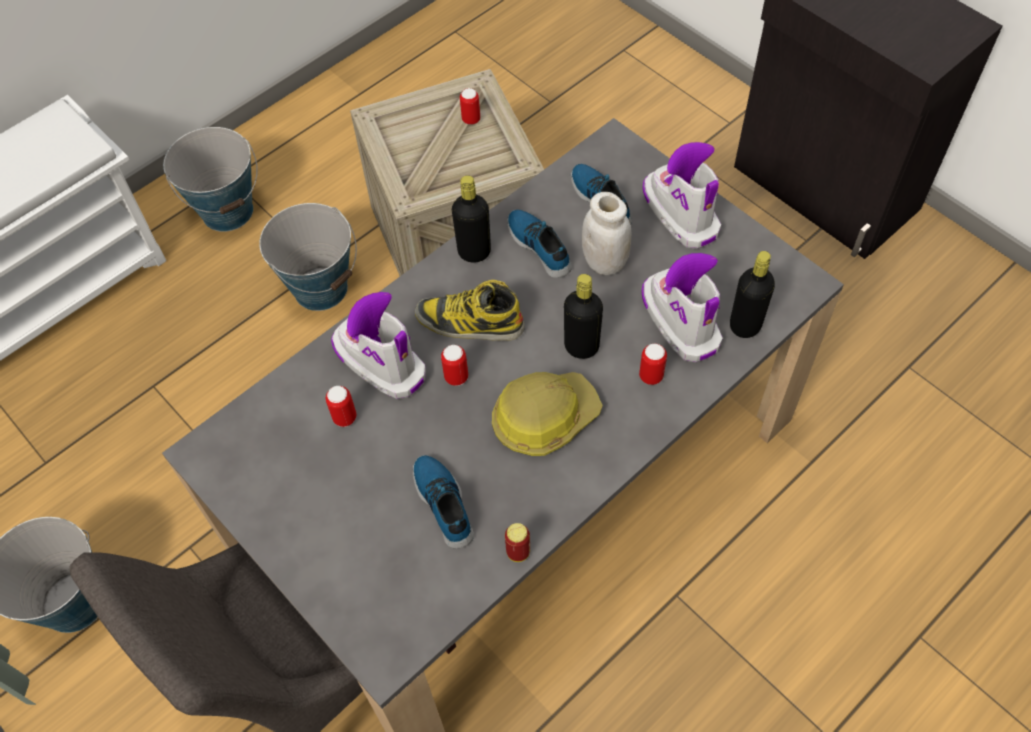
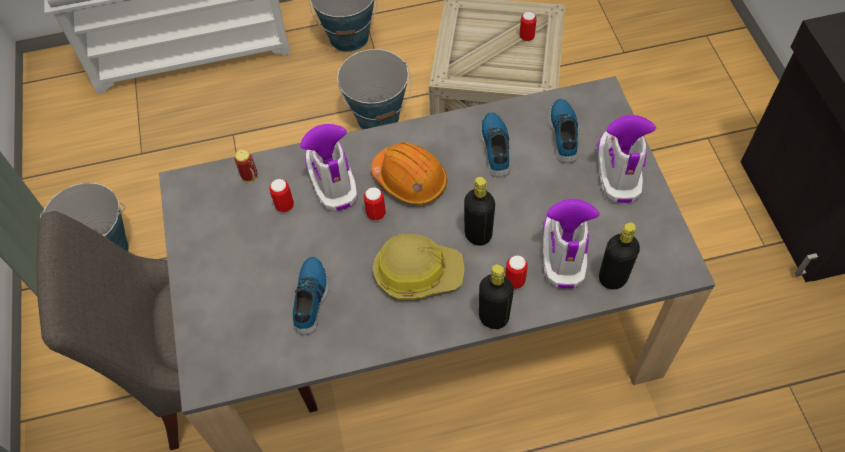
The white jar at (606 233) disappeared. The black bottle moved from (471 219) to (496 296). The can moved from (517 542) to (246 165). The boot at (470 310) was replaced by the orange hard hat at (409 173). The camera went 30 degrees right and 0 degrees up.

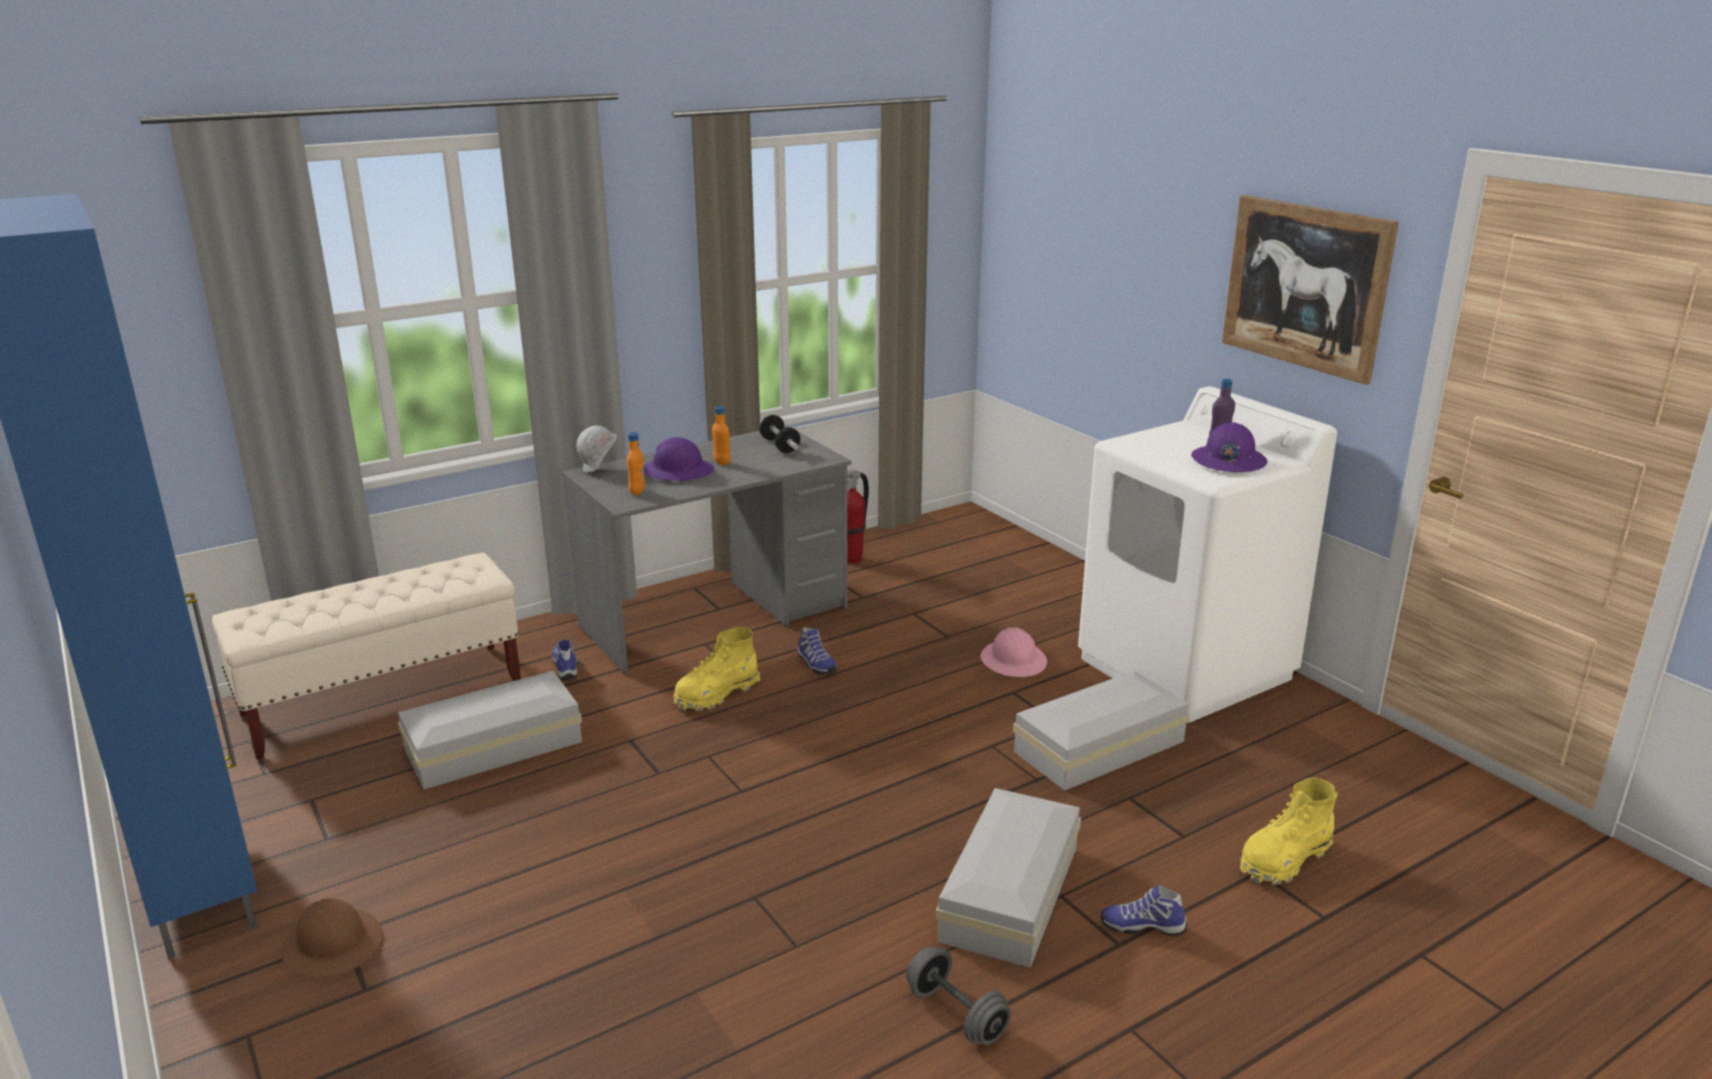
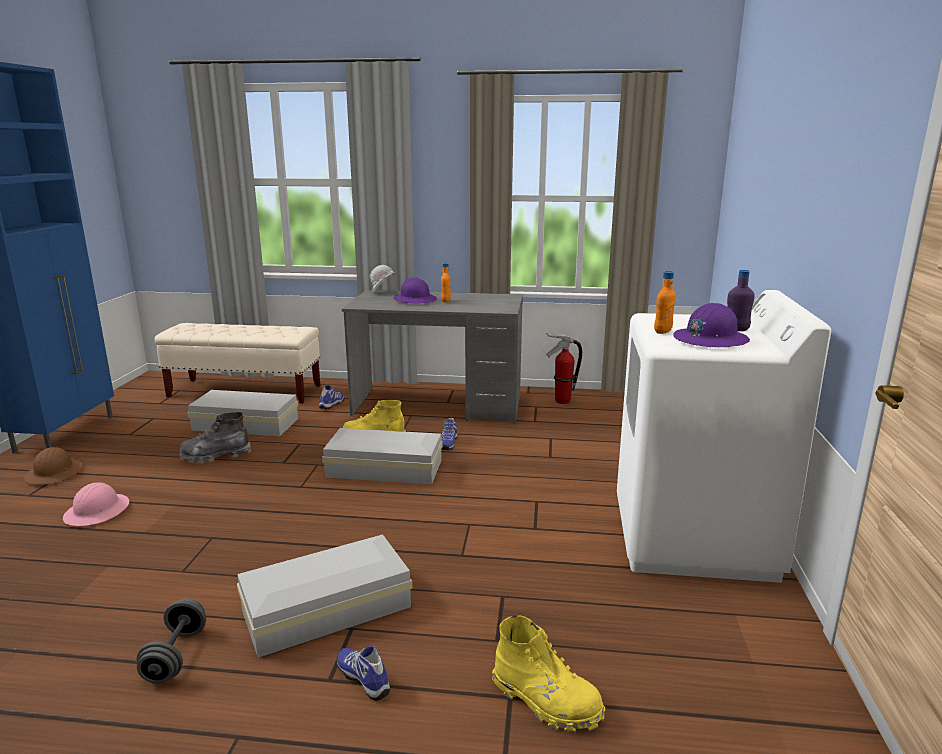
The dumbbell at (779 434) disappeared. The picture at (1310 290) disappeared. The grey boot at (215 437) appeared. The orange bottle moved from (636 463) to (665 302). The pink hard hat moved from (1013 652) to (96 504). The white storage box moved from (1101 731) to (382 456). The yellow boot at (1289 831) turned 150 degrees counterclockwise. The camera went 40 degrees right and 5 degrees down.

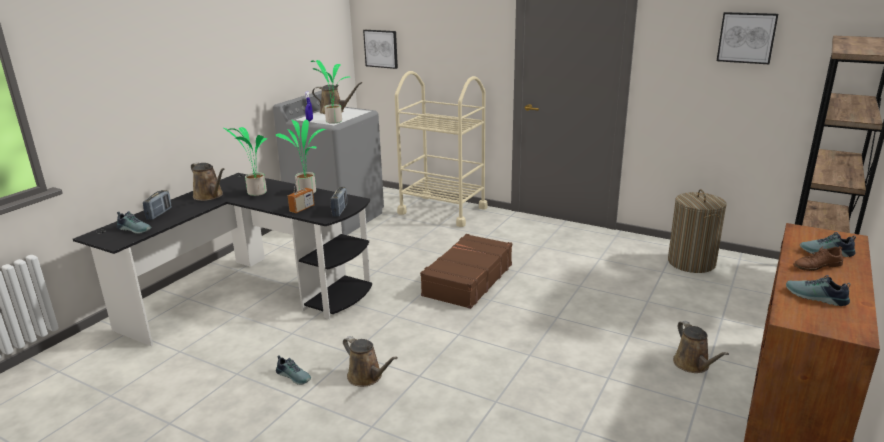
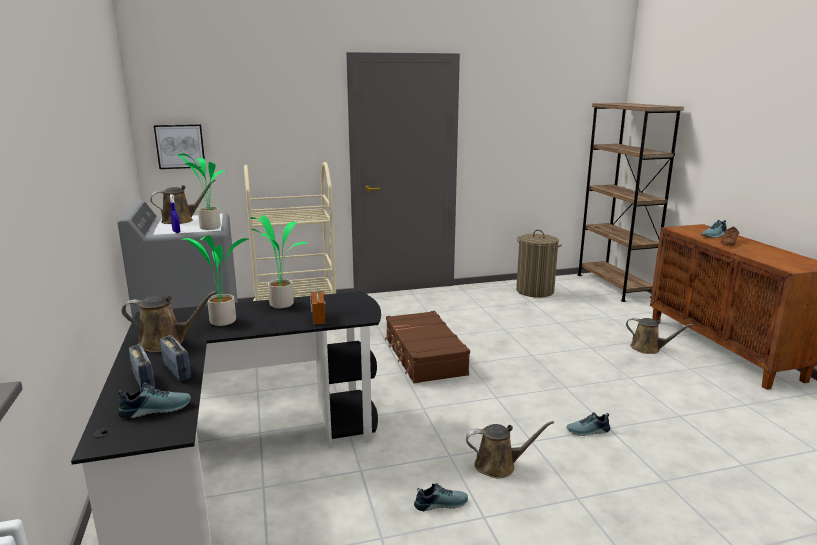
The picture at (747 38) disappeared. The radio moved from (339 202) to (175 358). The shoe moved from (818 290) to (588 424). The camera went 45 degrees left and 5 degrees down.

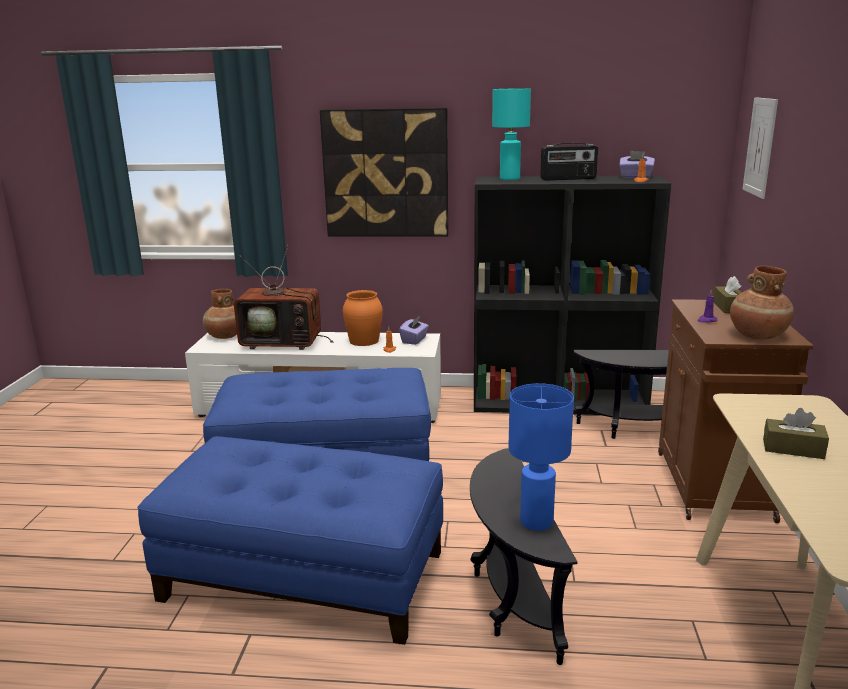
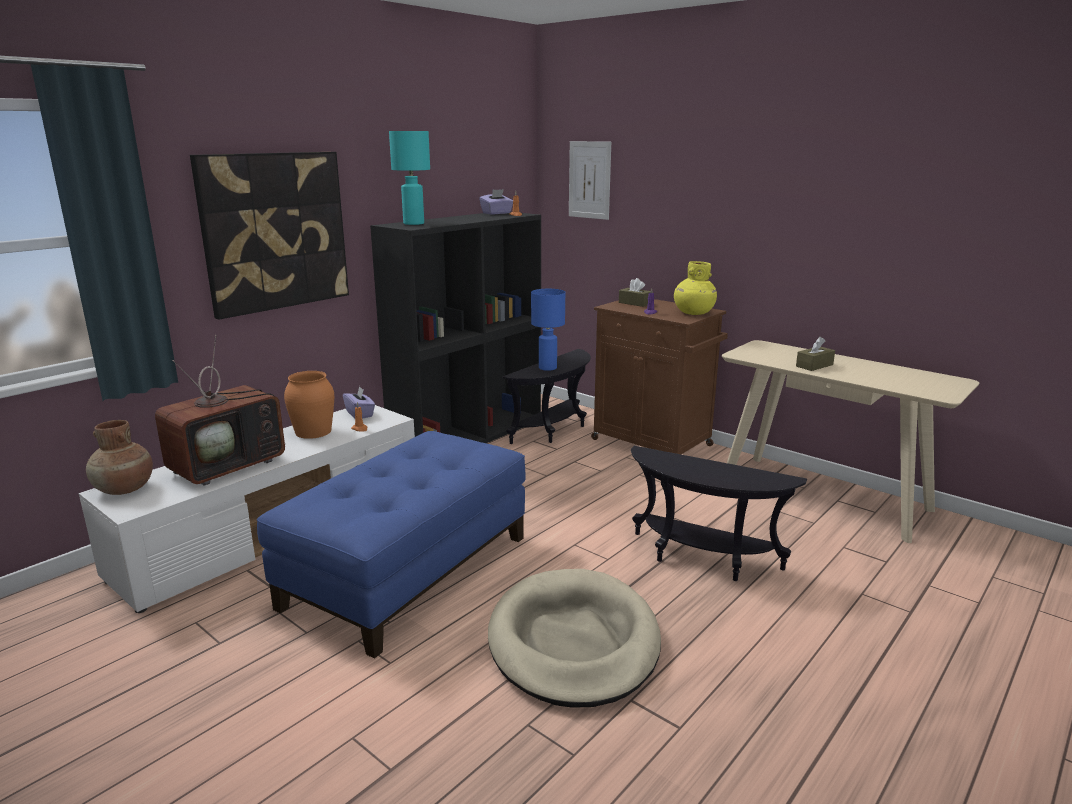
The radio at (569 162) disappeared. The blue table lamp moved from (541 457) to (548 330). The blue ottoman at (290 540) was replaced by the beige dog bed at (574 638). The brown vase at (762 302) became the yellow vase at (695 288). The camera went 55 degrees left and 0 degrees up.

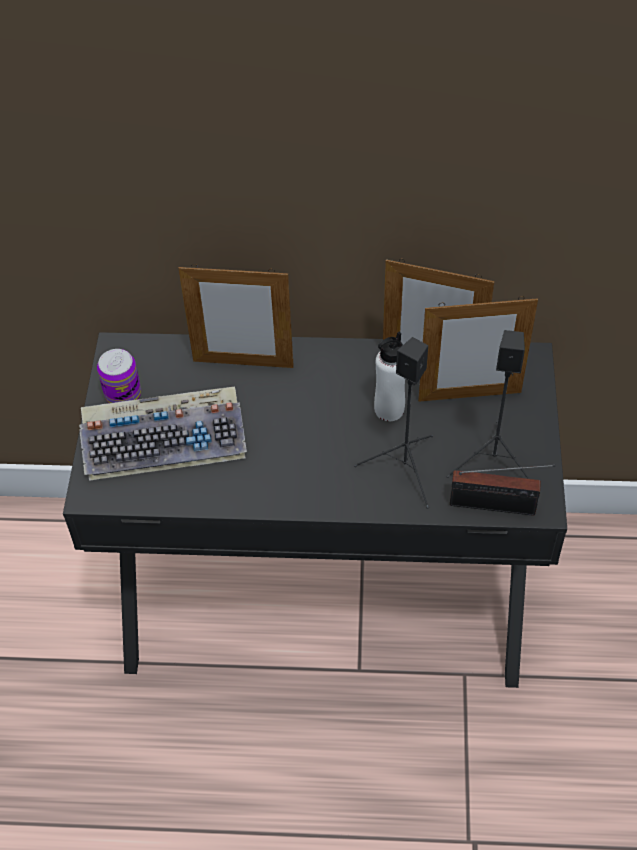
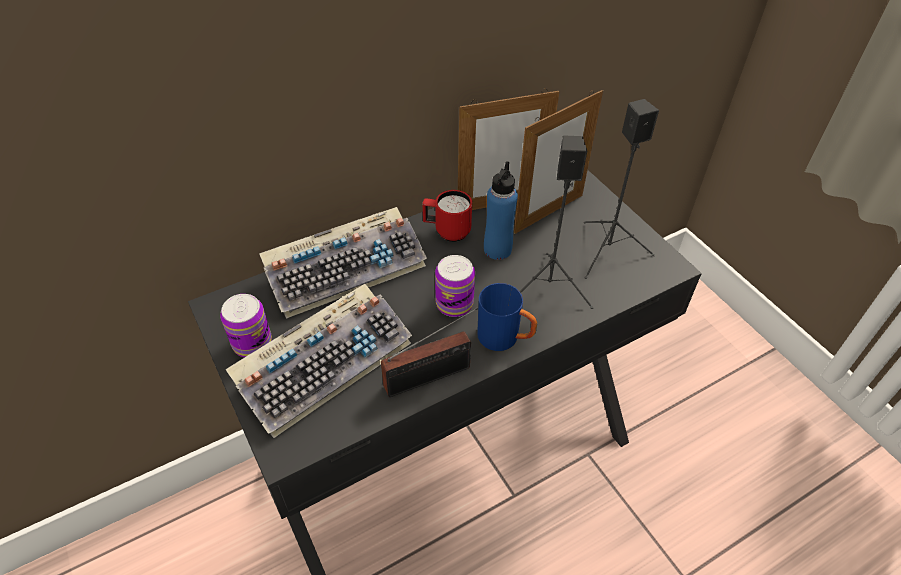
The red mug at (447 216) appeared. The can at (455 286) appeared. The blue mug at (507 317) appeared. The radio moved from (503 490) to (429 352). The picture frame at (236 316) was replaced by the keyboard at (343 263). The white bottle at (389 376) became the blue bottle at (501 210). The camera went 35 degrees left and 5 degrees down.

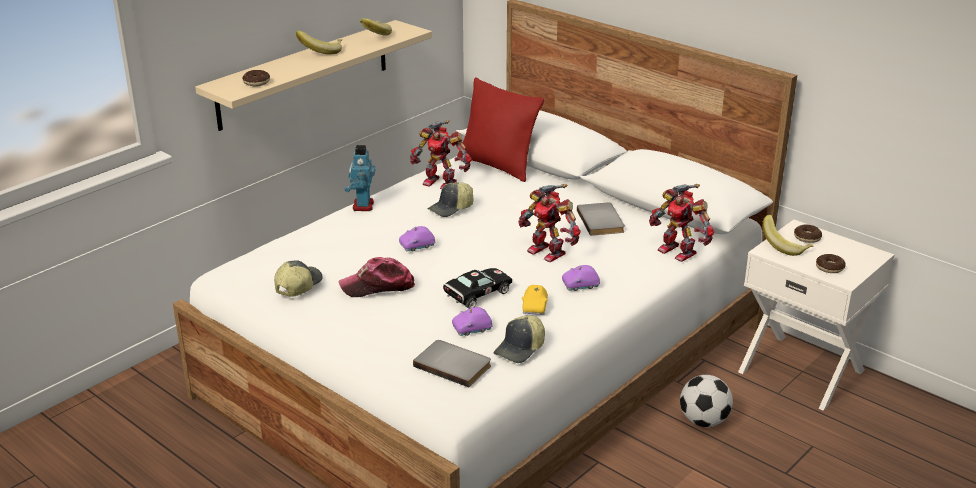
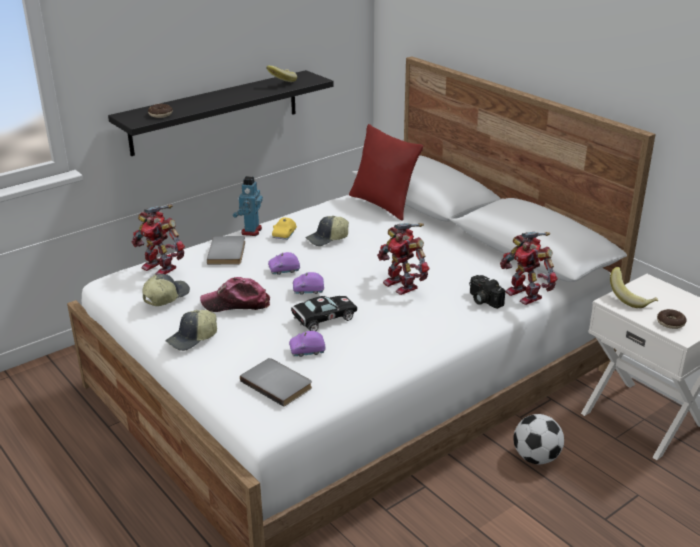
The banana at (319 42) disappeared. The donut at (808 234) disappeared. The photo camera at (487 292) appeared. The toy robot moved from (441 154) to (158 239). The cap moved from (519 339) to (191 330). The yellow toy car moved from (535 300) to (284 228). The purple toy car moved from (581 278) to (308 283). The grey book moved from (601 219) to (226 250). The beige shelf at (313 75) became the black shelf at (221 113). The camera went 10 degrees right and 0 degrees up.

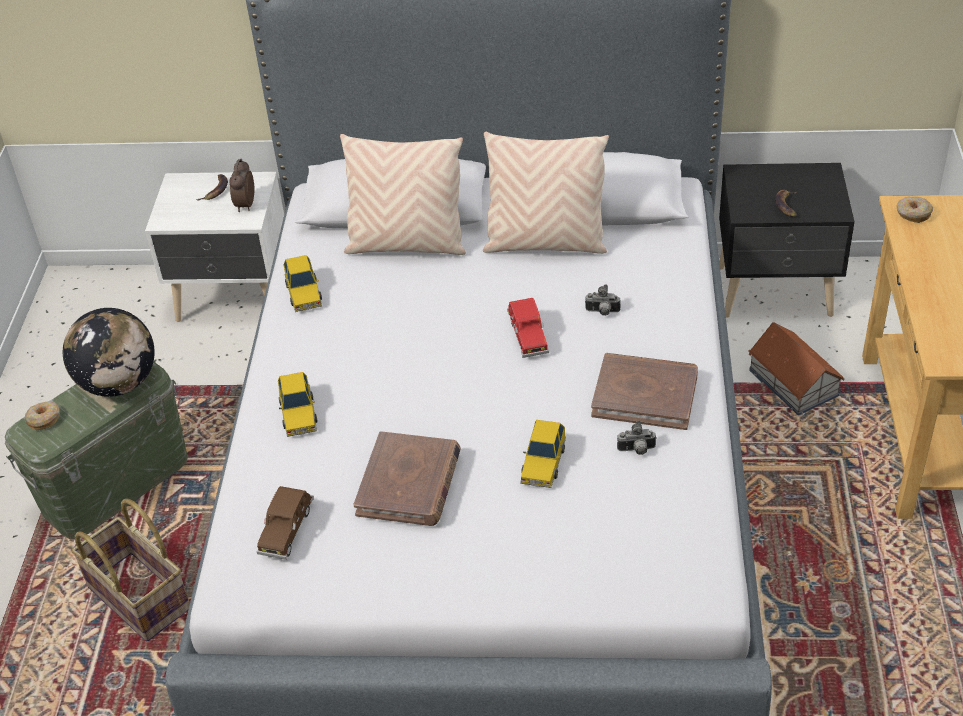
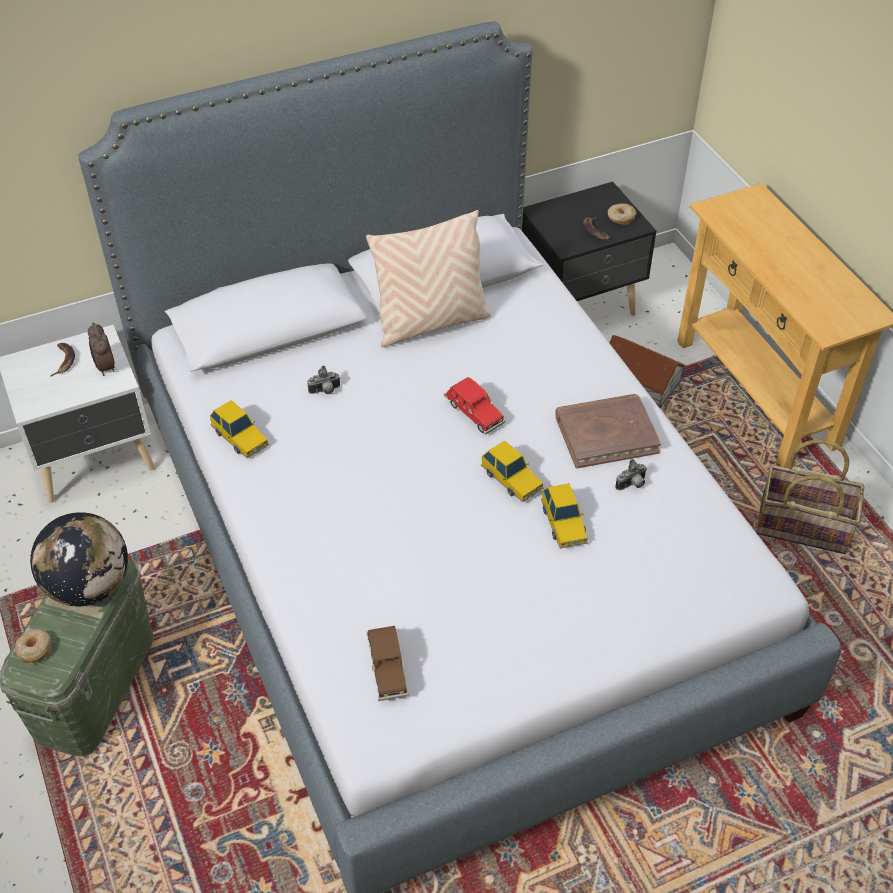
The beige pillow at (403 194) disappeared. The brown book at (407 478) disappeared. The basket moved from (130 570) to (810 496). The toy car moved from (298 404) to (512 471). The photo camera moved from (603 300) to (323 380). The donut moved from (915 210) to (622 214). The camera went 30 degrees left and 5 degrees up.

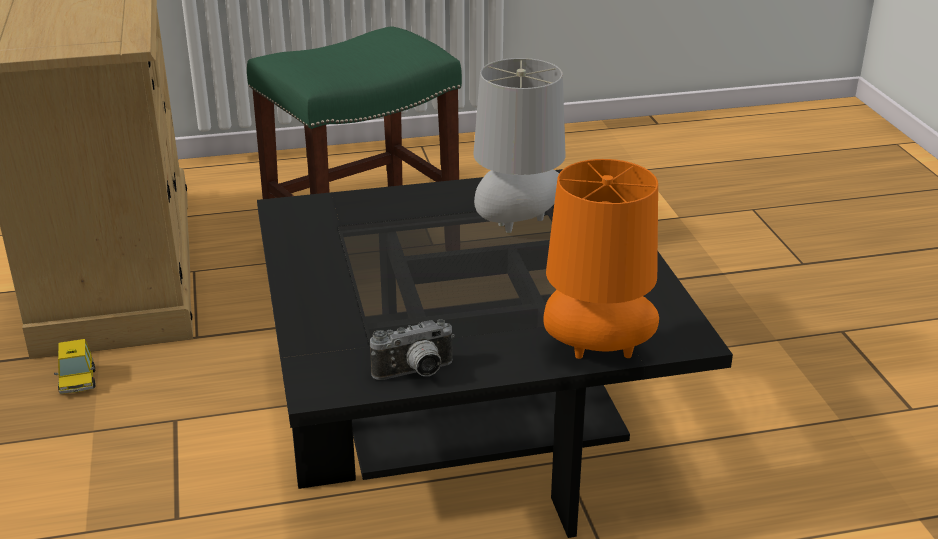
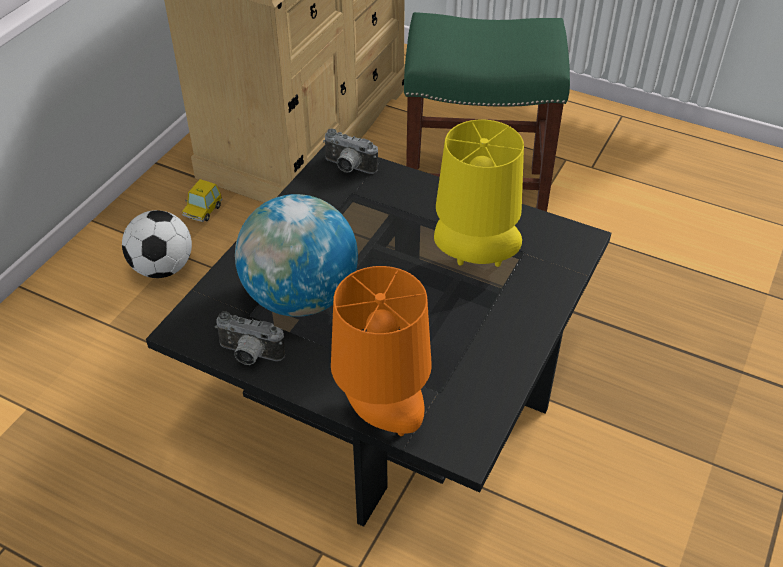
The football at (157 244) appeared. The globe at (296 255) appeared. The photo camera at (350 151) appeared. The grey table lamp at (519 145) became the yellow table lamp at (479 193). The camera went 40 degrees right and 15 degrees up.

